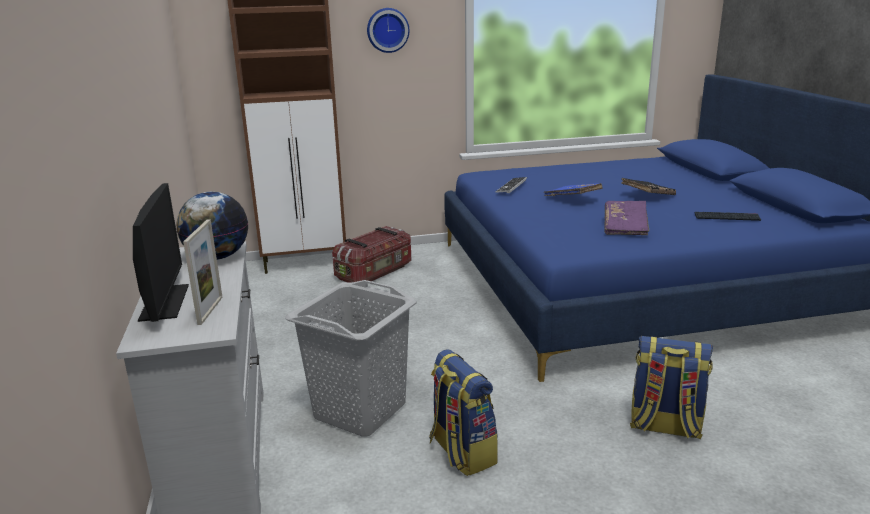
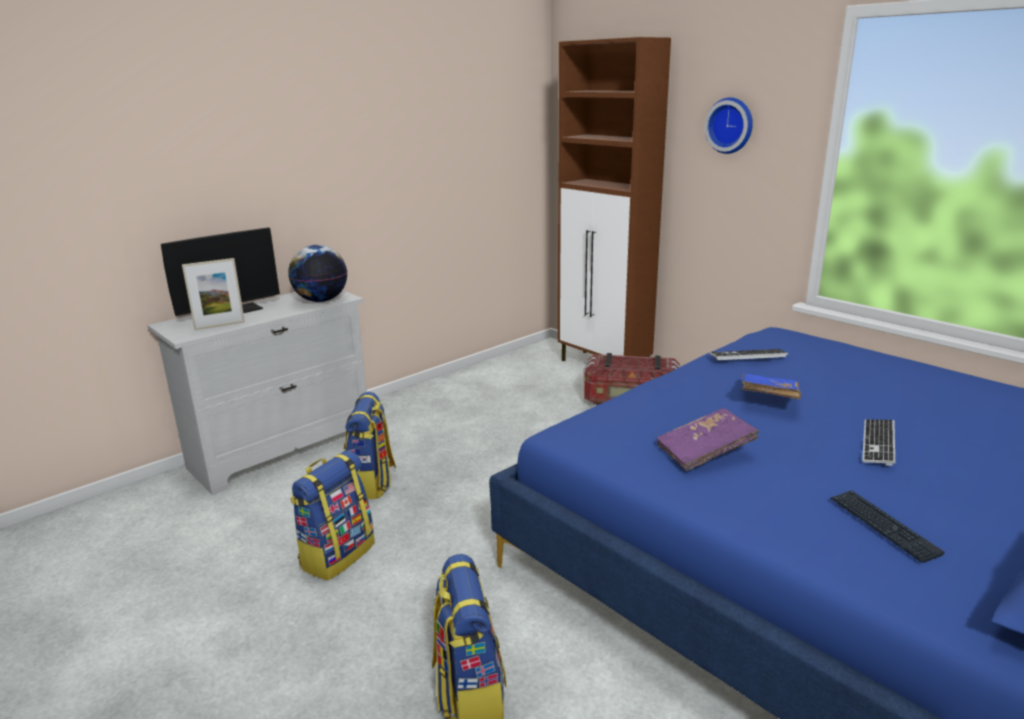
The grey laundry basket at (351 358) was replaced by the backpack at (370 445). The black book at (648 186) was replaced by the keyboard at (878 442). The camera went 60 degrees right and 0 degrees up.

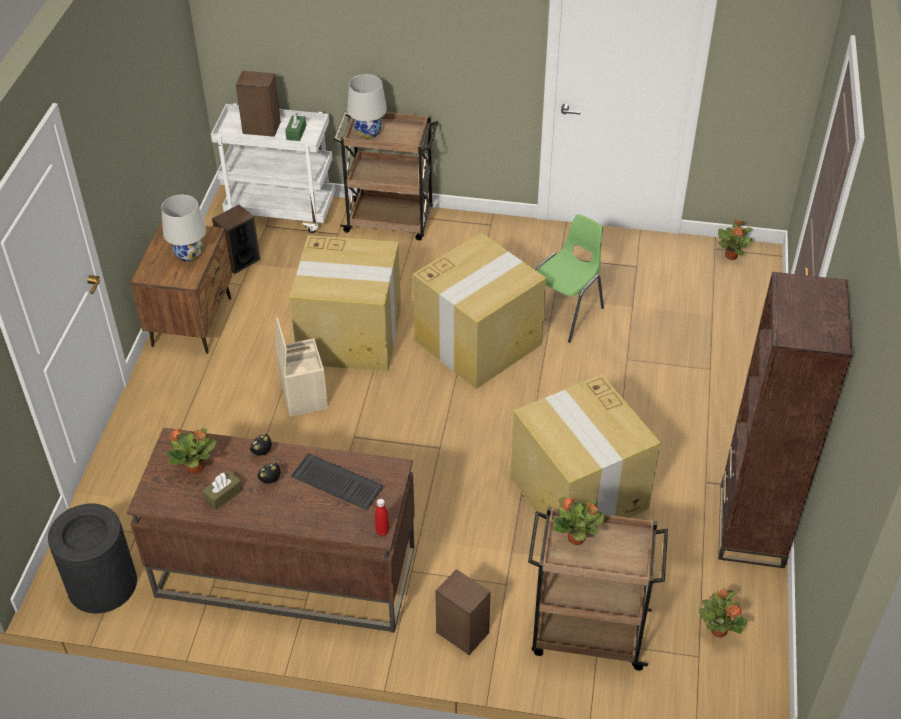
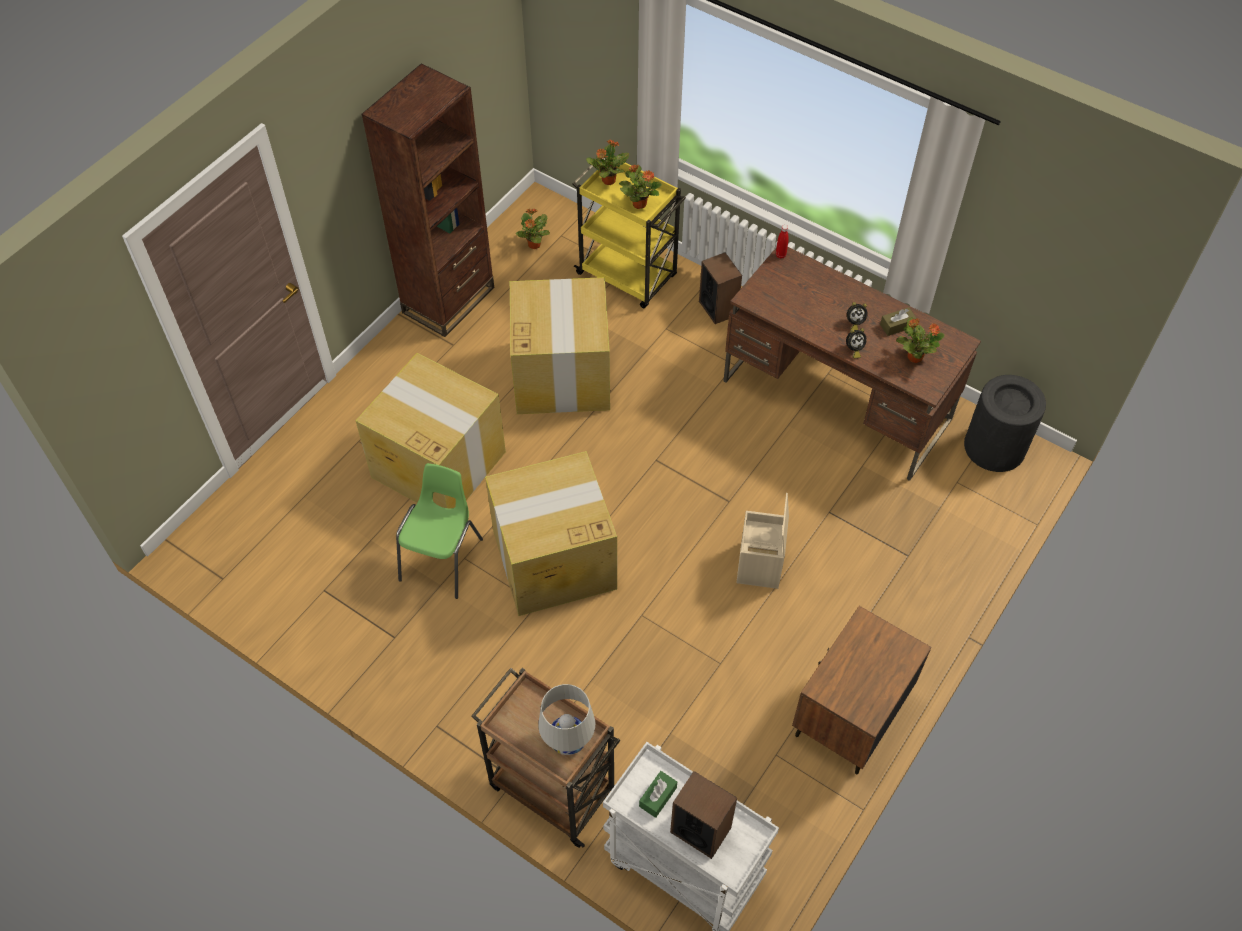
The white table lamp at (183 228) disappeared. The speaker at (236 239) disappeared. The keyboard at (337 481) disappeared. The cardboard box moved from (345 303) to (431 430). The potted plant moved from (735 240) to (607 162). The brown cart at (598 588) became the yellow cart at (629 233). The green chair at (569 278) turned 135 degrees clockwise. The camera went 155 degrees left and 10 degrees up.

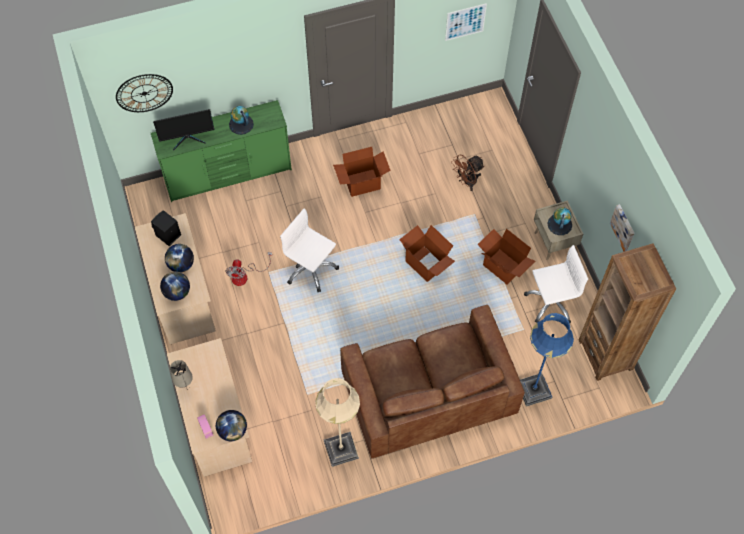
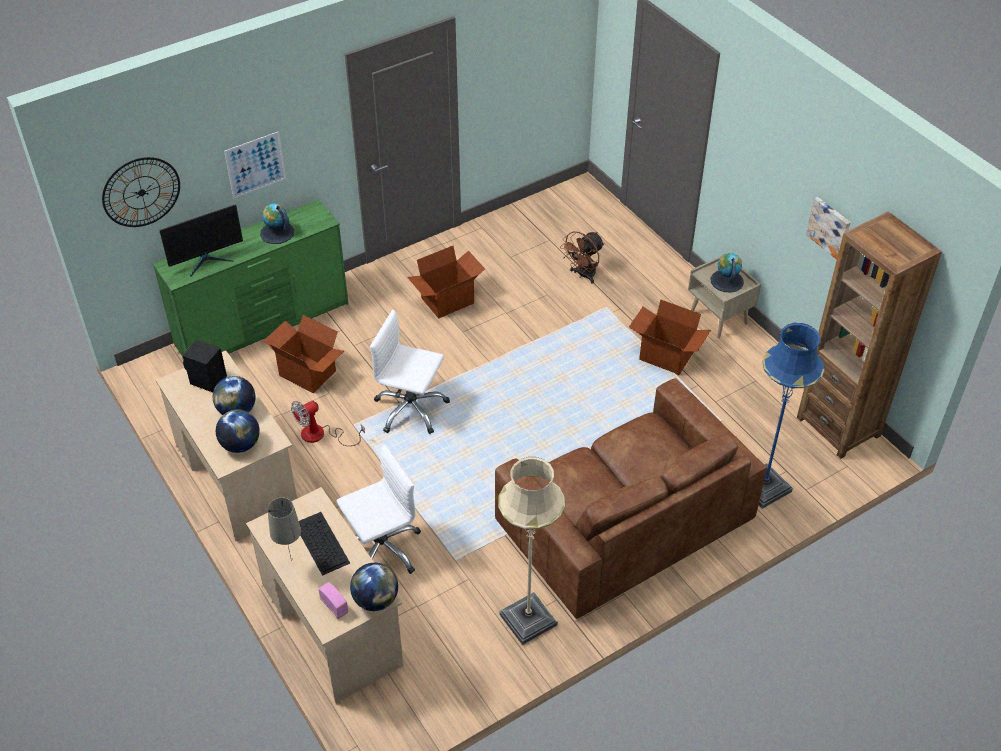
The keyboard at (324 544) appeared. The cardboard box moved from (427 253) to (304 354). The picture moved from (466 22) to (255 164). The white office chair moved from (556 284) to (378 509). The fan at (248 269) turned 60 degrees clockwise. The camera went 15 degrees left and 15 degrees down.

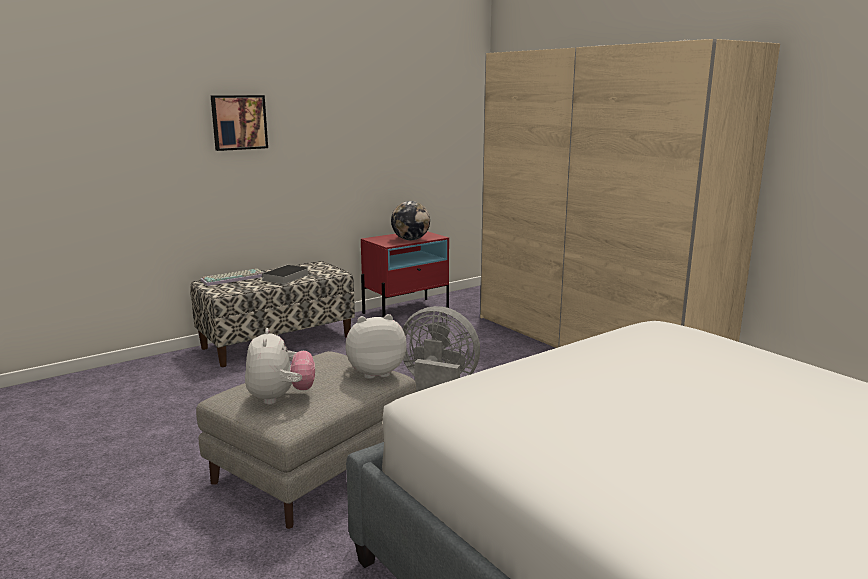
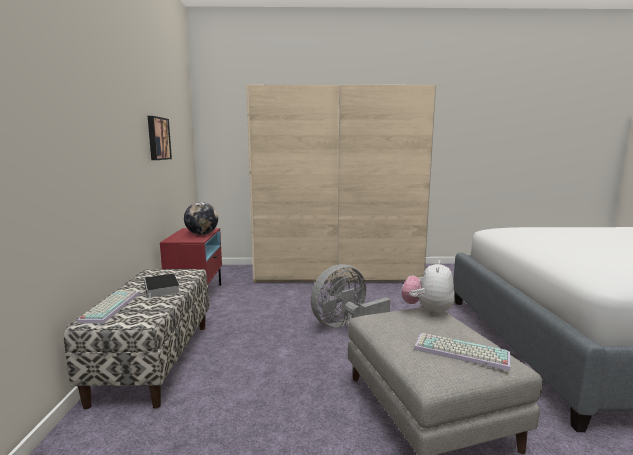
The picture moved from (239 123) to (160 138). The plush toy at (280 366) was replaced by the keyboard at (462 352). The camera went 55 degrees left and 5 degrees down.

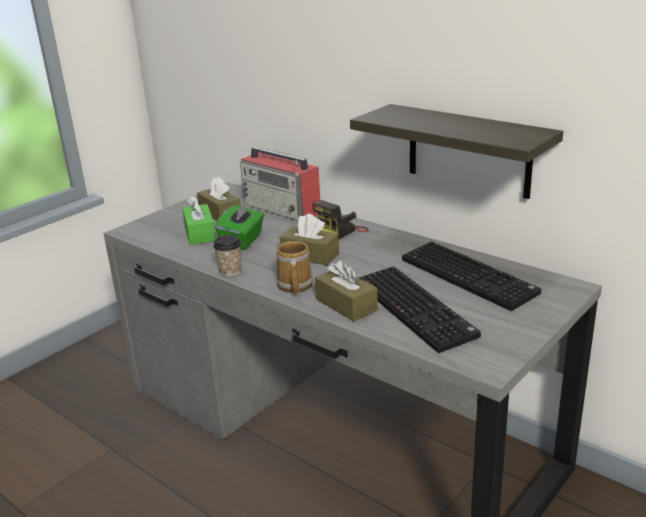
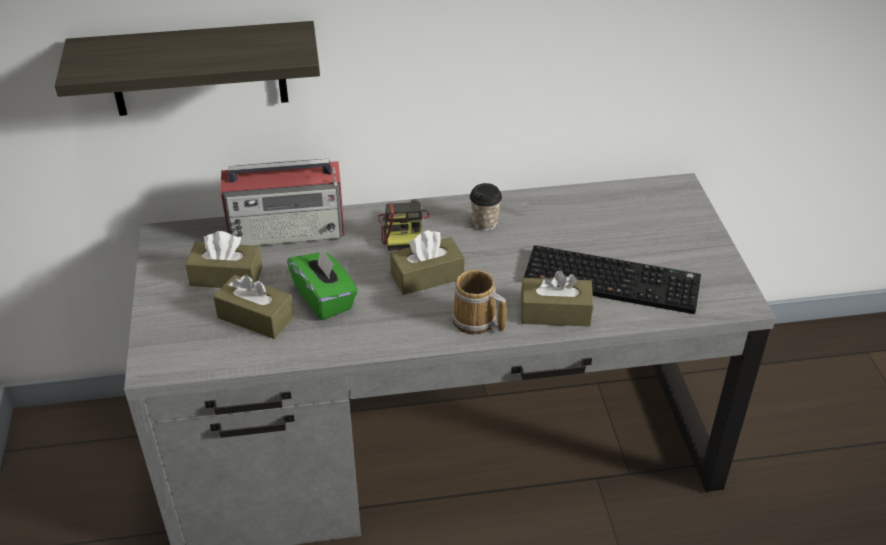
The keyboard at (471 276) disappeared. The cup moved from (227 255) to (486 207). The shelf moved from (456 151) to (187 68). The green tissue box at (199 220) became the brown tissue box at (254 307). The camera went 50 degrees left and 15 degrees up.

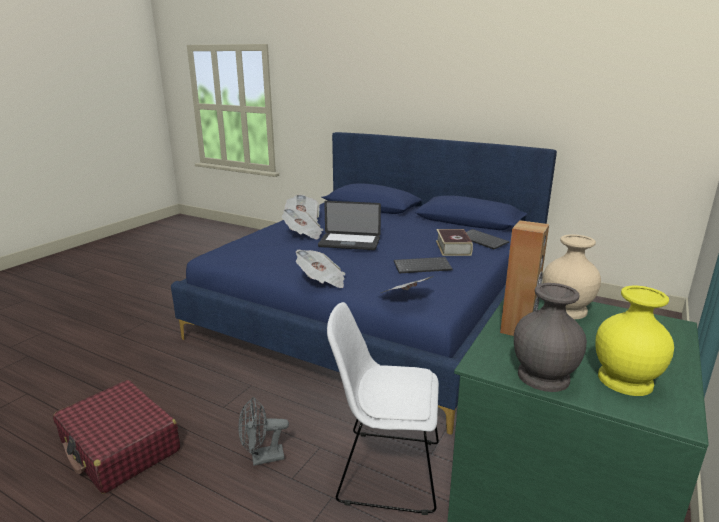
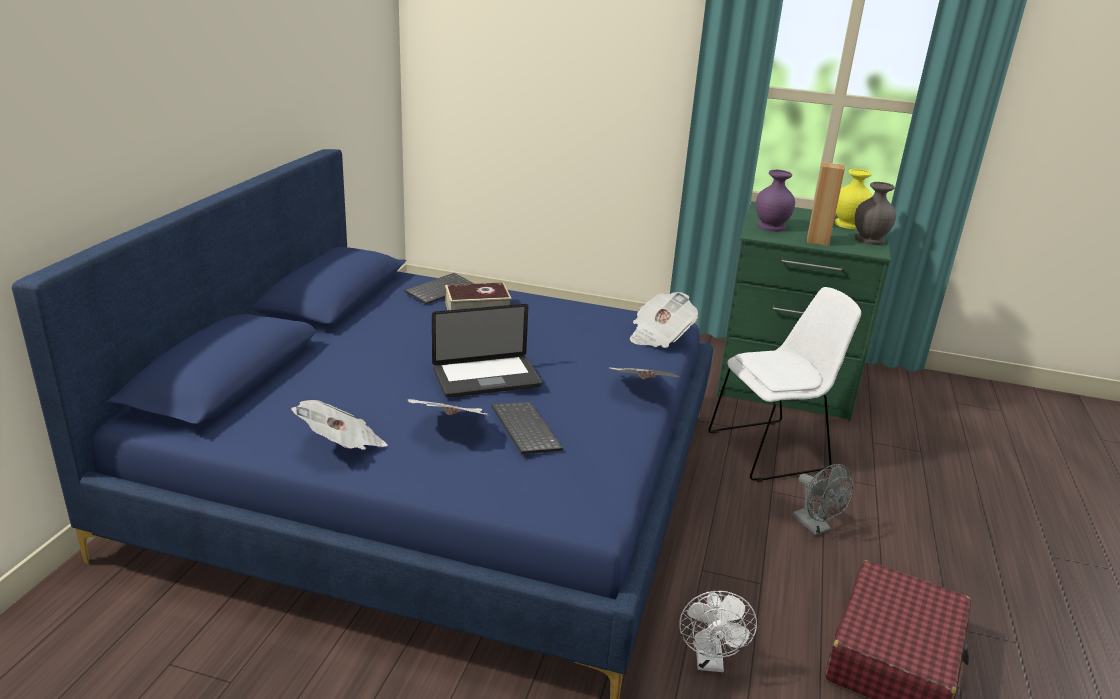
The white fan at (718 631) appeared. The keyboard moved from (423 265) to (527 428). The beige vase at (572 276) became the purple vase at (775 201). The laptop at (349 225) turned 75 degrees clockwise. The white chair at (383 408) turned 105 degrees counterclockwise. The camera went 105 degrees left and 5 degrees up.

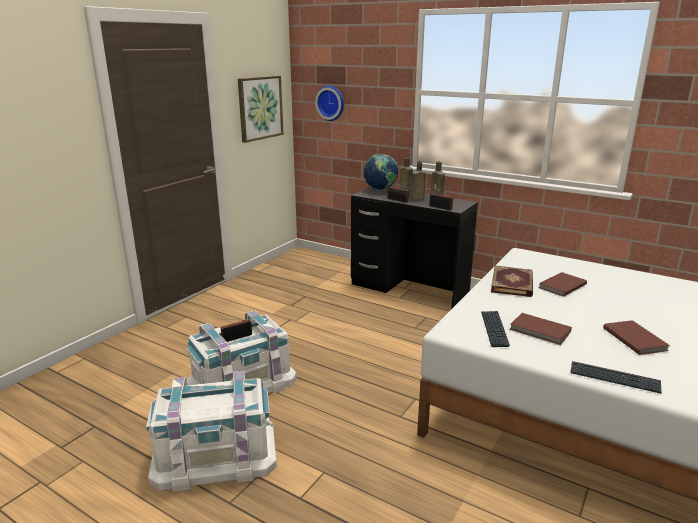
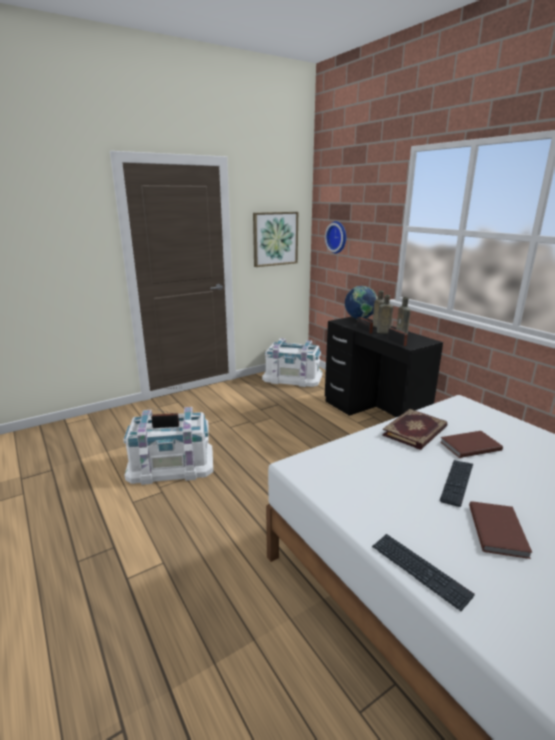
The brown book at (540 329) disappeared. The white storage box moved from (211 431) to (292 362). The keyboard moved from (495 329) to (456 483). The camera went 25 degrees right and 0 degrees up.

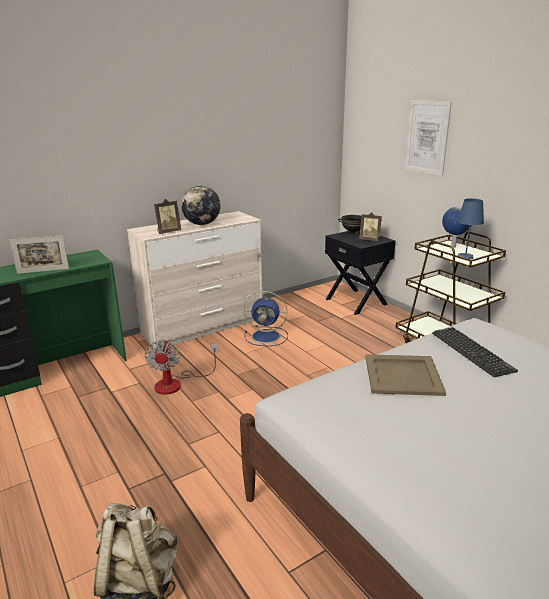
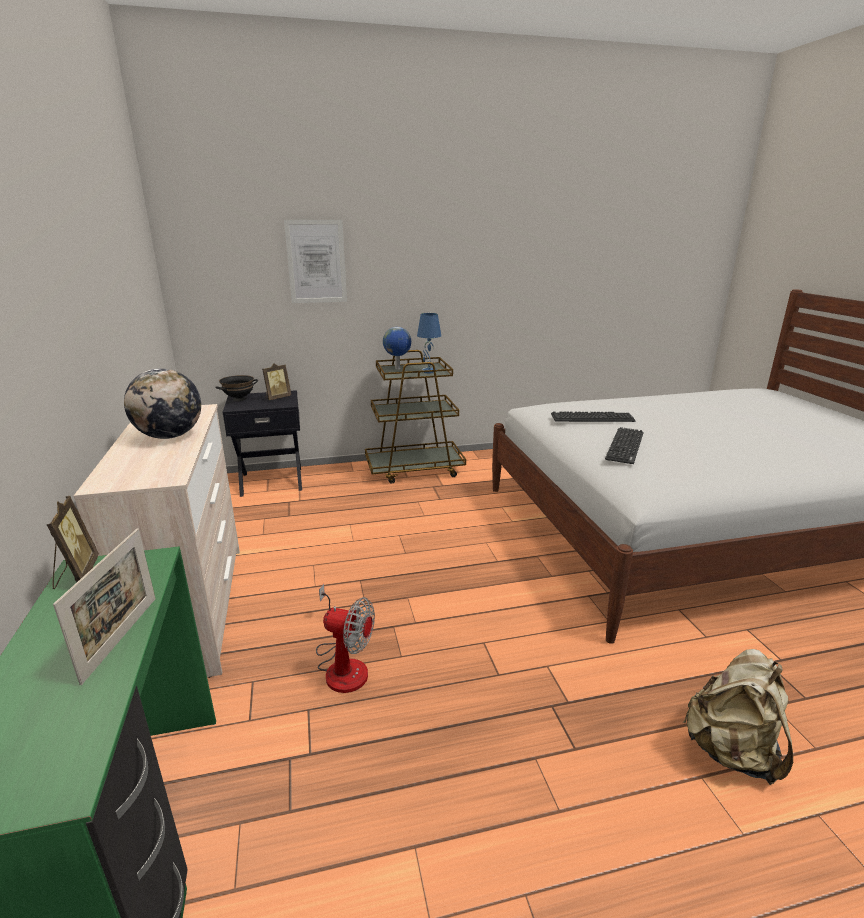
The blue fan at (266 318) disappeared. The picture frame moved from (167 216) to (73 542). The beige tray at (405 375) was replaced by the keyboard at (624 445). The camera went 70 degrees left and 0 degrees up.

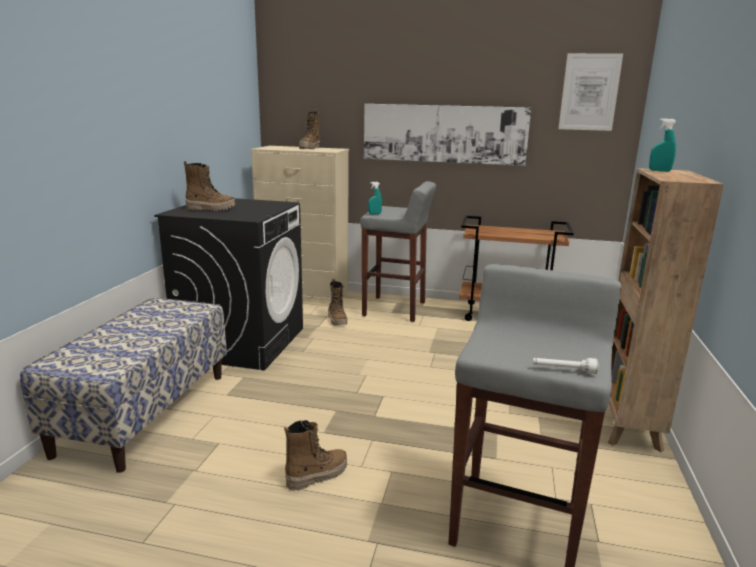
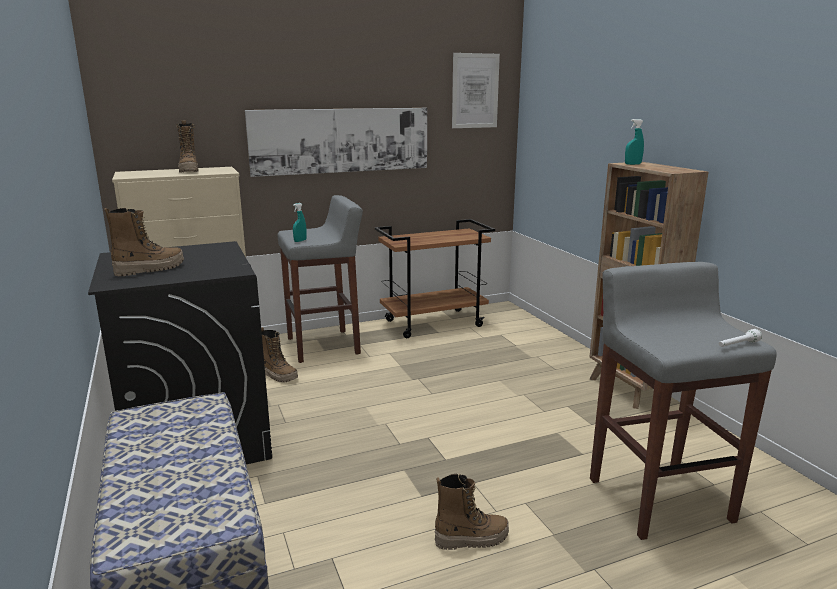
The boot at (315 455) turned 60 degrees clockwise. The camera went 35 degrees left and 0 degrees up.

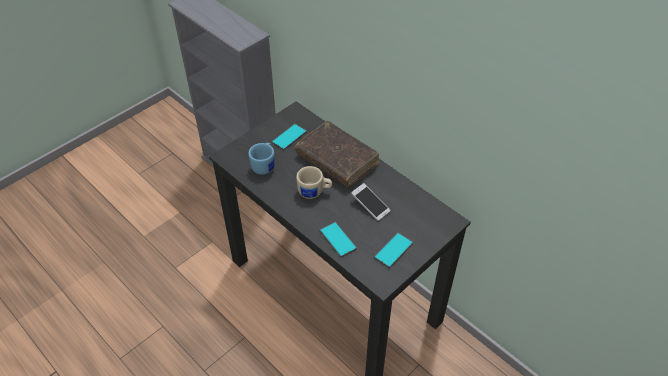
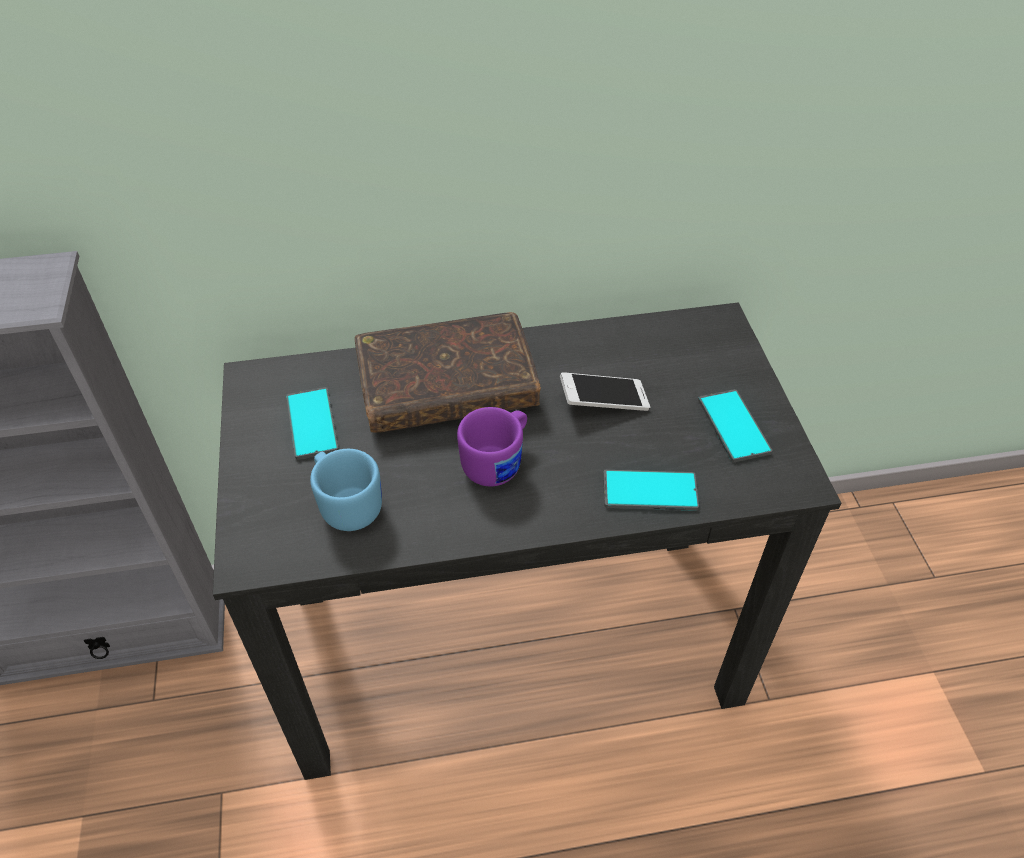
The beige mug at (314 182) became the purple mug at (492 446). The camera went 55 degrees left and 0 degrees up.

